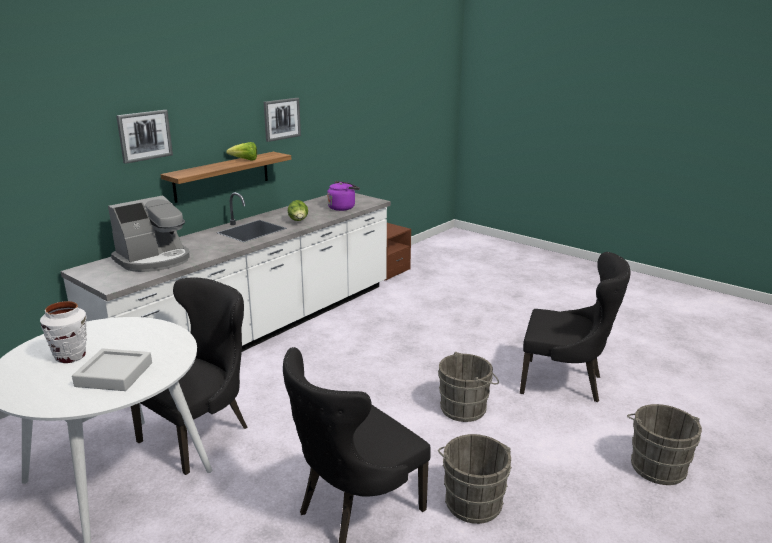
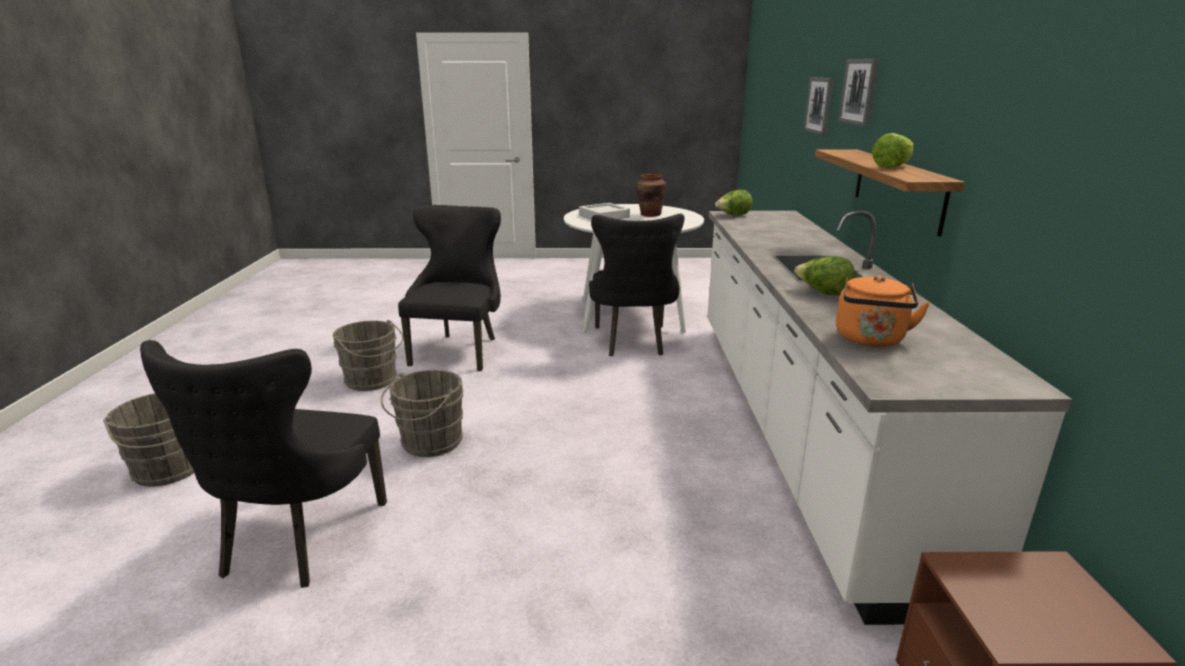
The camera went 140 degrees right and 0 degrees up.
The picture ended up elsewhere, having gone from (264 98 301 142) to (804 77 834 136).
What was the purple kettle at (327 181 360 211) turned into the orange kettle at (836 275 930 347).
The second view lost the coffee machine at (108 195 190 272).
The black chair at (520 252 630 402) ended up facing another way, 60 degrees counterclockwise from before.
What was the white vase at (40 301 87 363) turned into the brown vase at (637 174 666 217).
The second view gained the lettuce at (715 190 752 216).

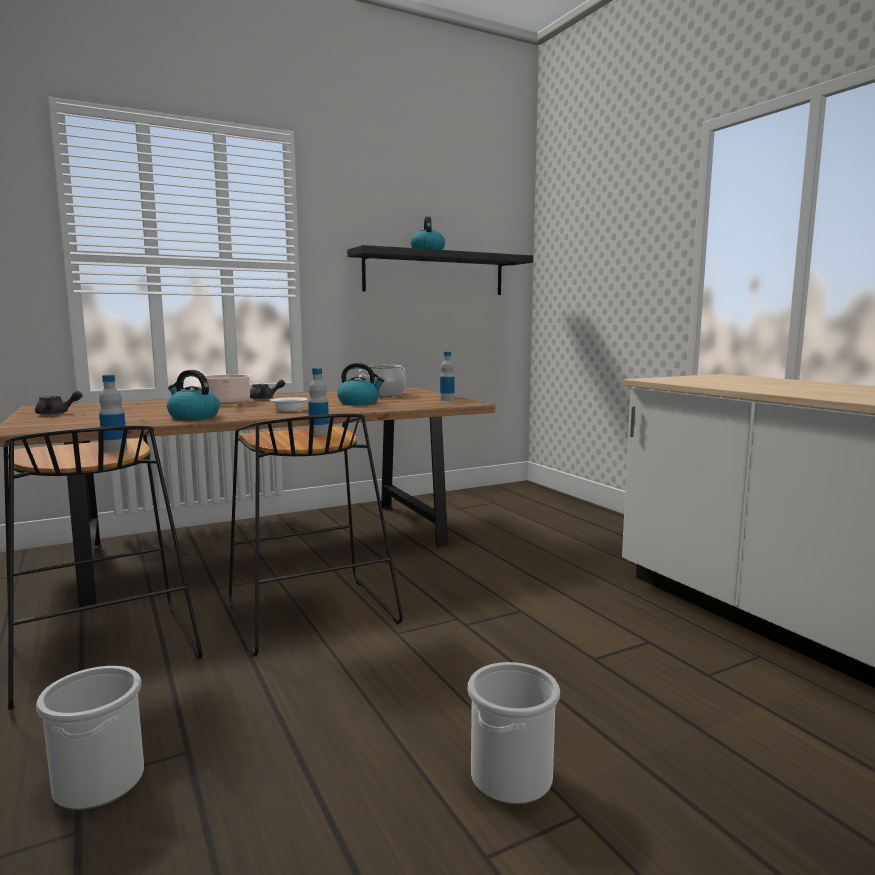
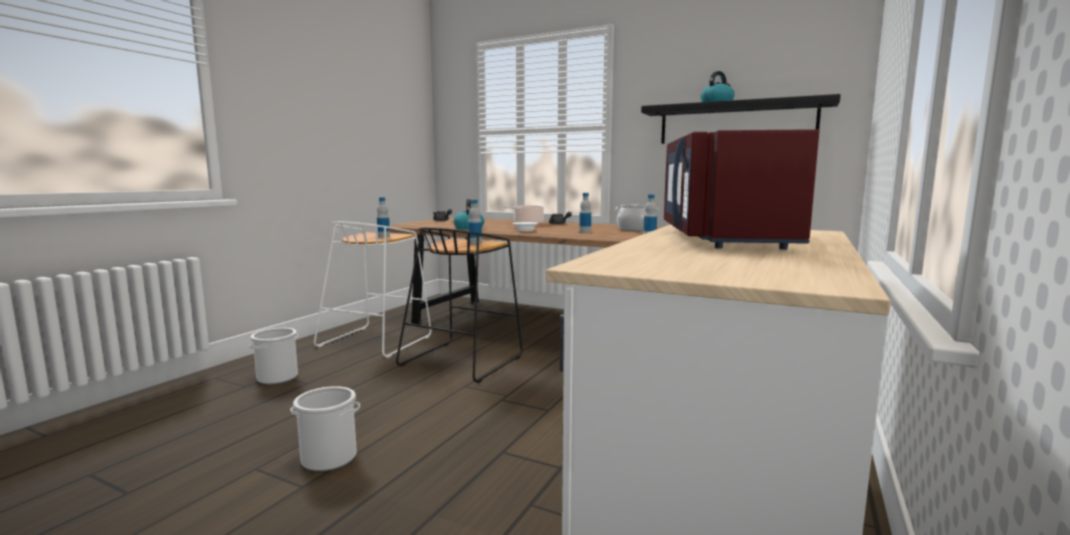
The camera went 55 degrees right and 0 degrees up.
Where the kettle stood at (337 363 385 405), the bottle came to stand at (579 193 591 233).
What was the black stool at (4 426 202 710) turned into the white stool at (314 222 431 358).
The second view gained the red microwave at (664 129 819 250).

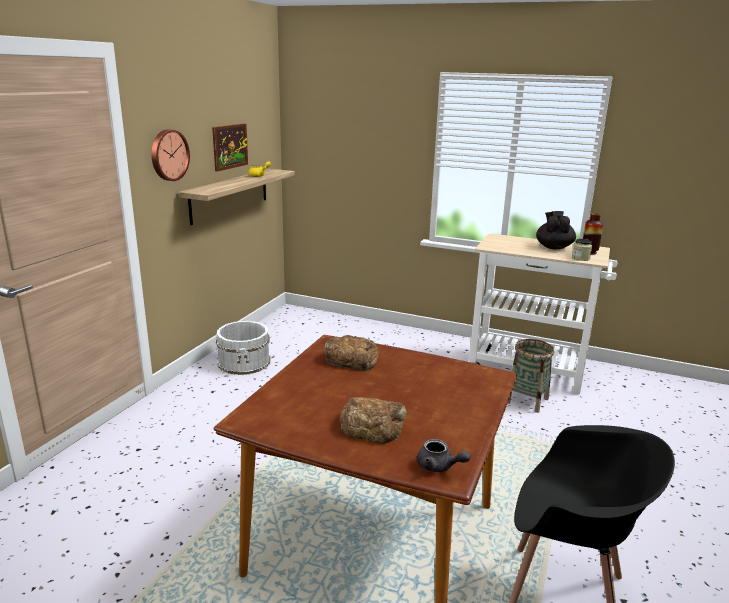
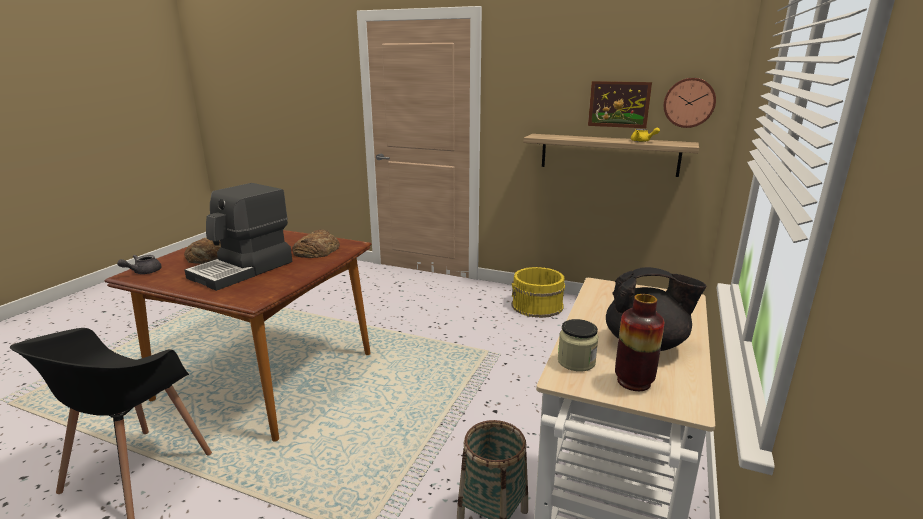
The camera went 90 degrees right and 0 degrees up.
The wall clock ended up elsewhere, having gone from (151 129 190 181) to (664 78 716 128).
What was the white bucket at (216 321 271 375) turned into the yellow bucket at (511 267 565 318).
The second view gained the coffee machine at (185 183 292 291).

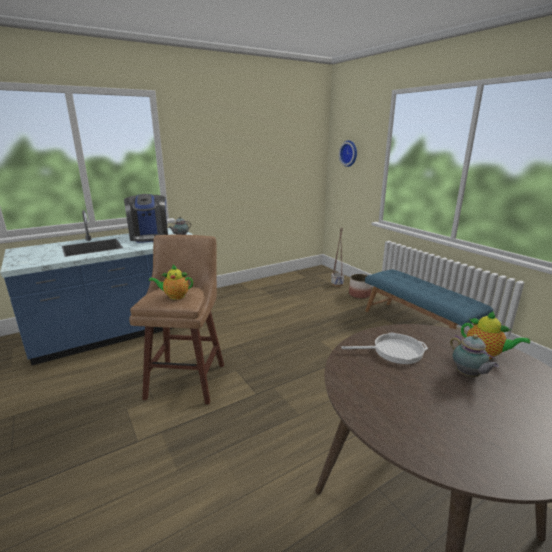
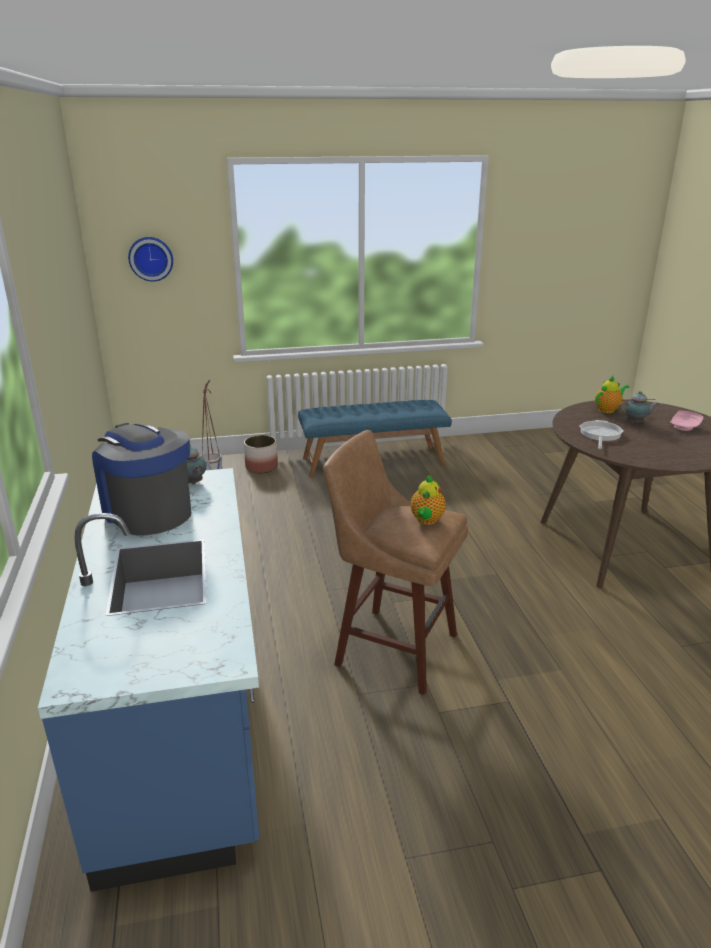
The camera went 70 degrees left and 5 degrees up.
The coffee machine at (124 194 168 243) ended up facing another way, 135 degrees counterclockwise from before.
The second view gained the pink plate at (670 410 703 431).

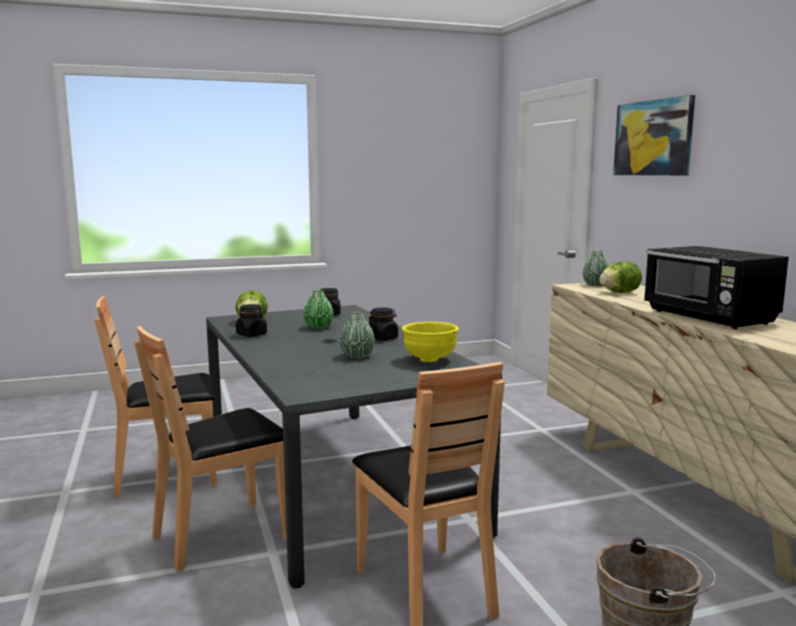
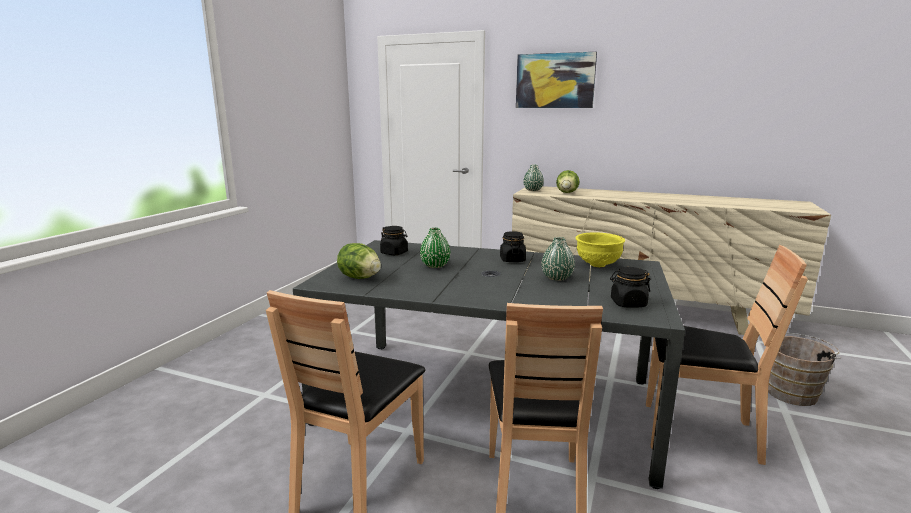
The camera went 50 degrees left and 5 degrees up.
The second view lost the black microwave at (644 246 789 329).
The black jar ended up elsewhere, having gone from (236 304 267 337) to (610 267 650 308).

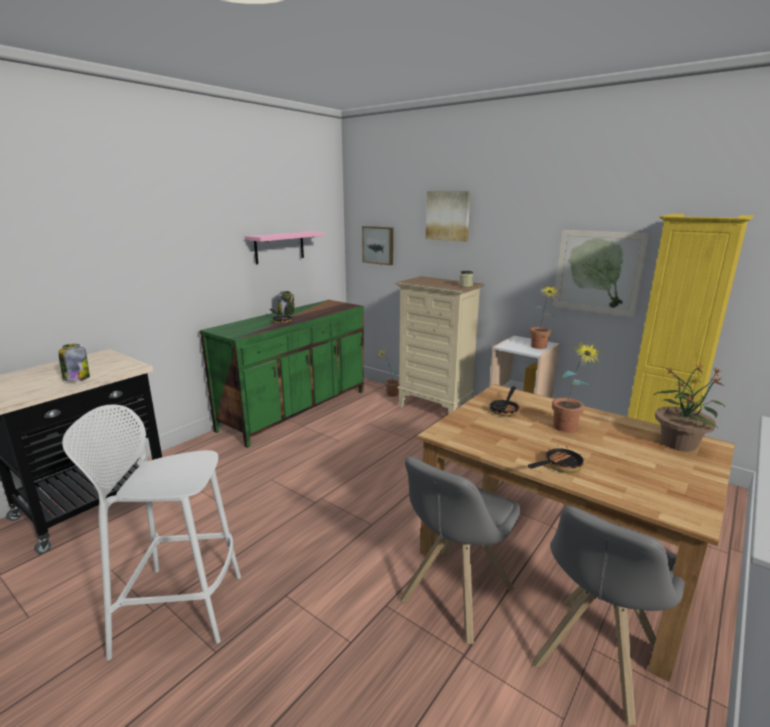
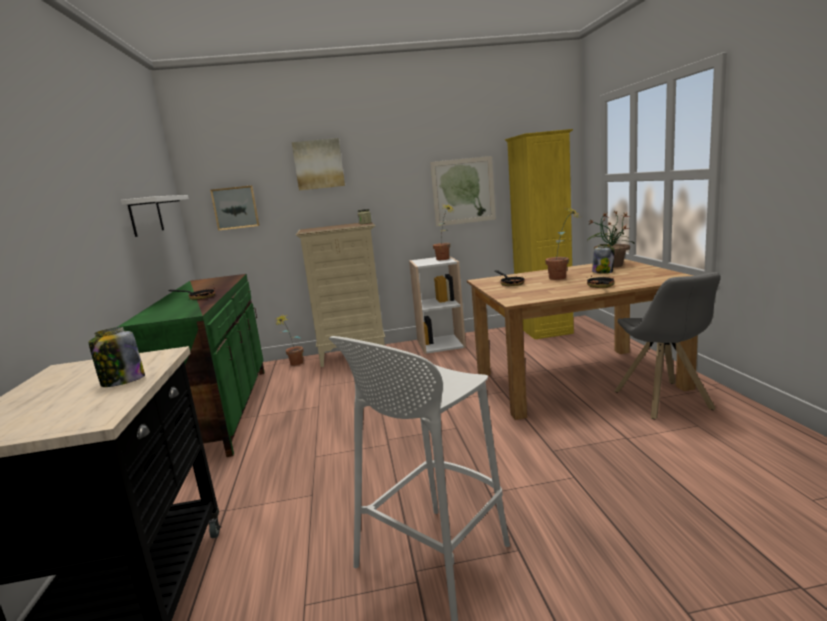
The camera went 45 degrees left and 5 degrees down.
What was the pink shelf at (245 231 325 264) turned into the white shelf at (121 195 189 237).
The jar ended up elsewhere, having gone from (277 291 294 315) to (592 244 615 274).
The second view lost the grey chair at (400 456 520 645).

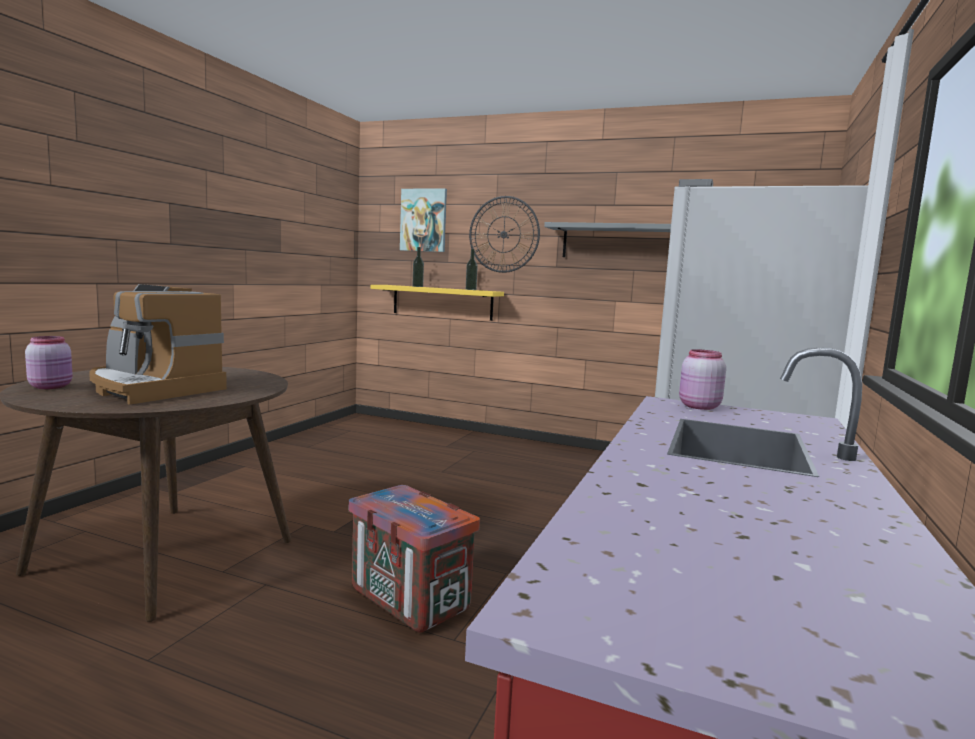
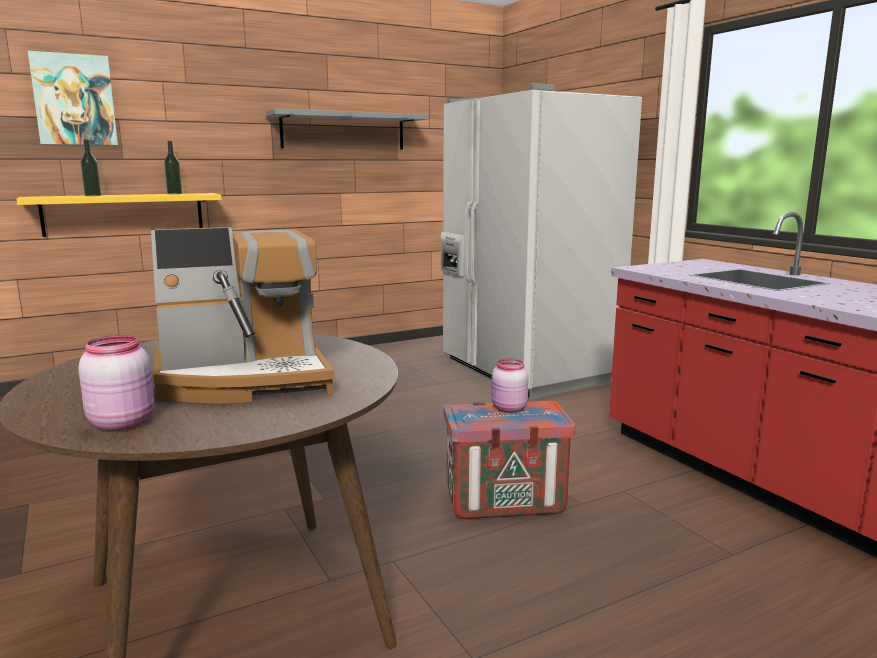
The camera went 50 degrees left and 5 degrees up.
The second view lost the wall clock at (469 196 540 273).
The pink jar ended up elsewhere, having gone from (679 349 726 410) to (491 359 529 413).

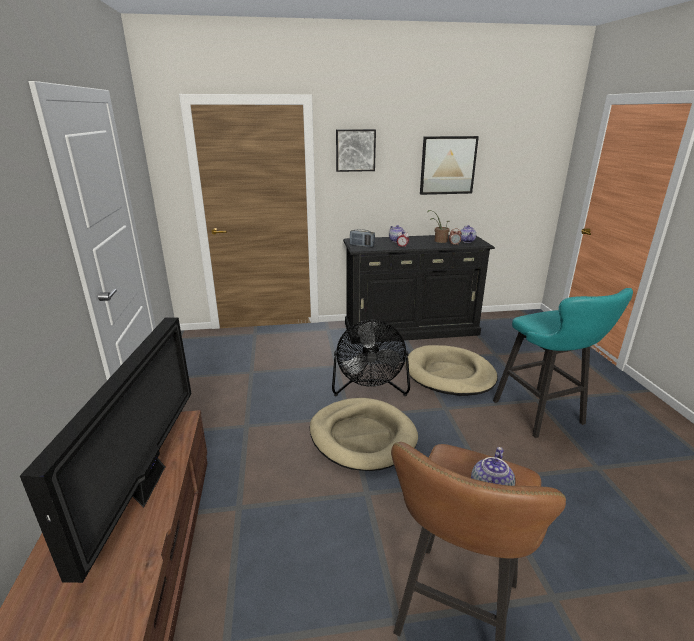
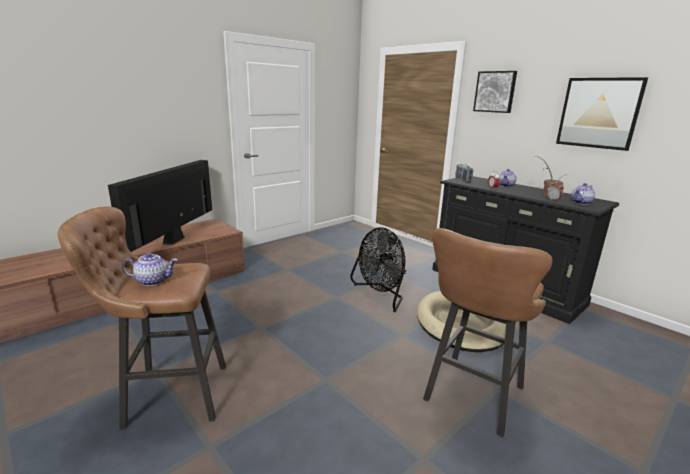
The camera went 55 degrees right and 5 degrees down.
What was the turquoise stool at (493 288 633 438) turned into the brown stool at (423 228 553 438).
The television at (20 317 192 583) ended up facing another way, 135 degrees clockwise from before.
The second view lost the beige dog bed at (309 398 418 471).

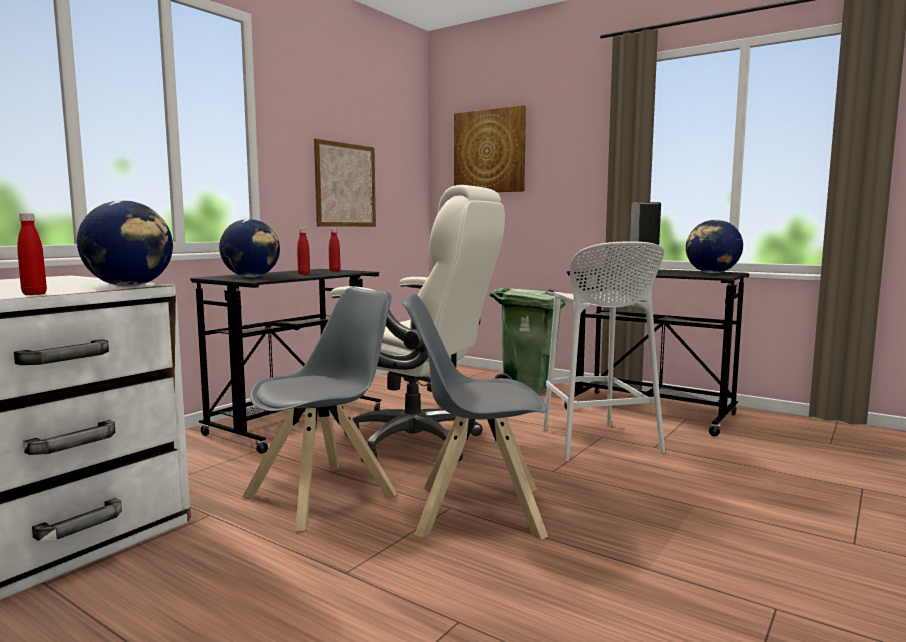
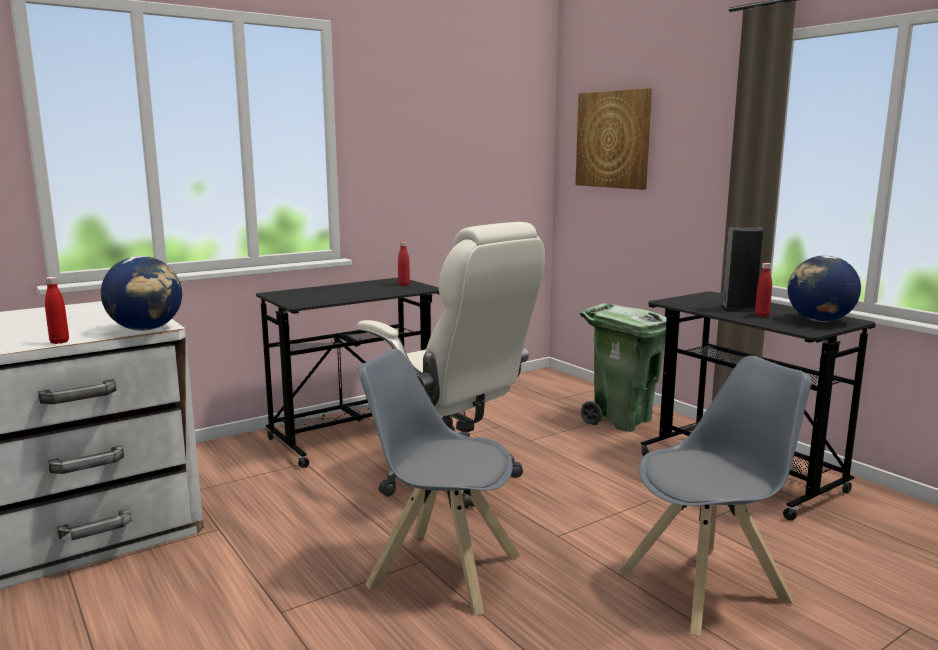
The camera went 20 degrees right and 5 degrees up.
The second view lost the picture at (314 139 376 227).
The second view lost the globe at (219 219 280 277).
The red bottle ended up elsewhere, having gone from (297 229 310 274) to (755 263 772 317).
The second view lost the white stool at (543 242 665 461).
The grey chair ended up elsewhere, having gone from (242 287 397 531) to (618 356 811 636).

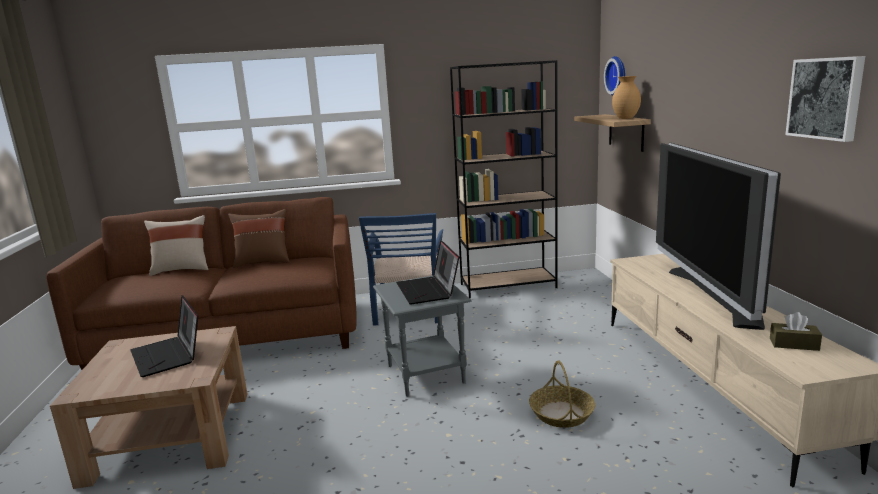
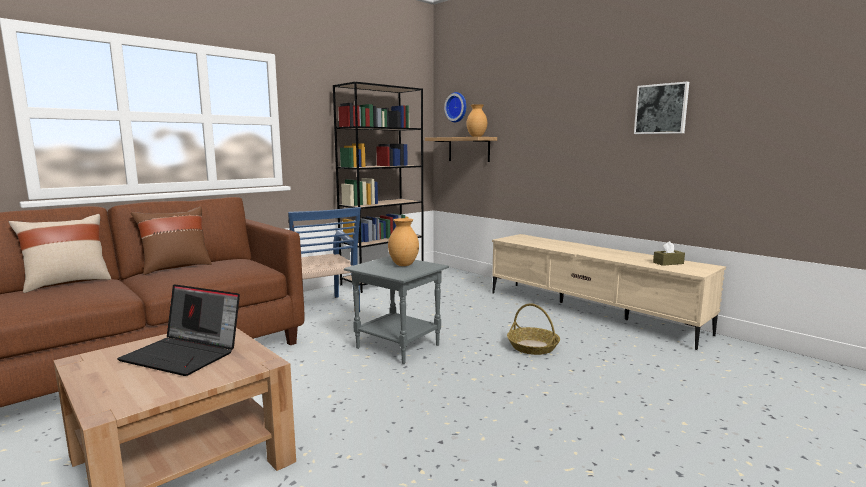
The camera went 35 degrees left and 5 degrees down.
The second view lost the television at (656 143 781 330).
Where the laptop stood at (396 240 459 305), the brown vase came to stand at (388 218 419 266).

